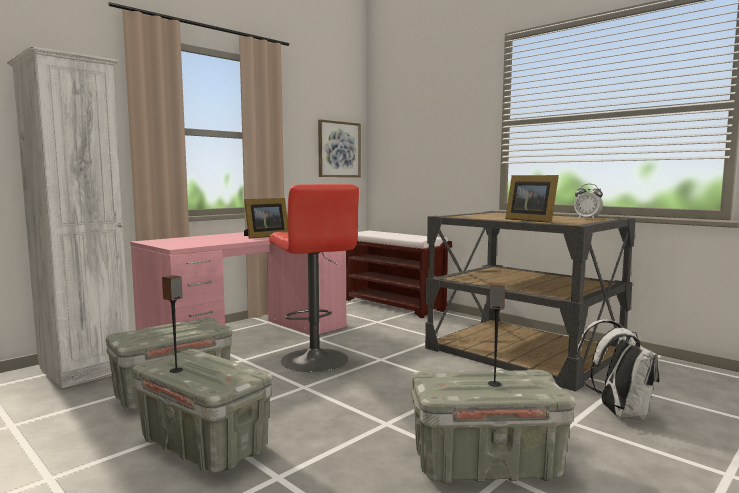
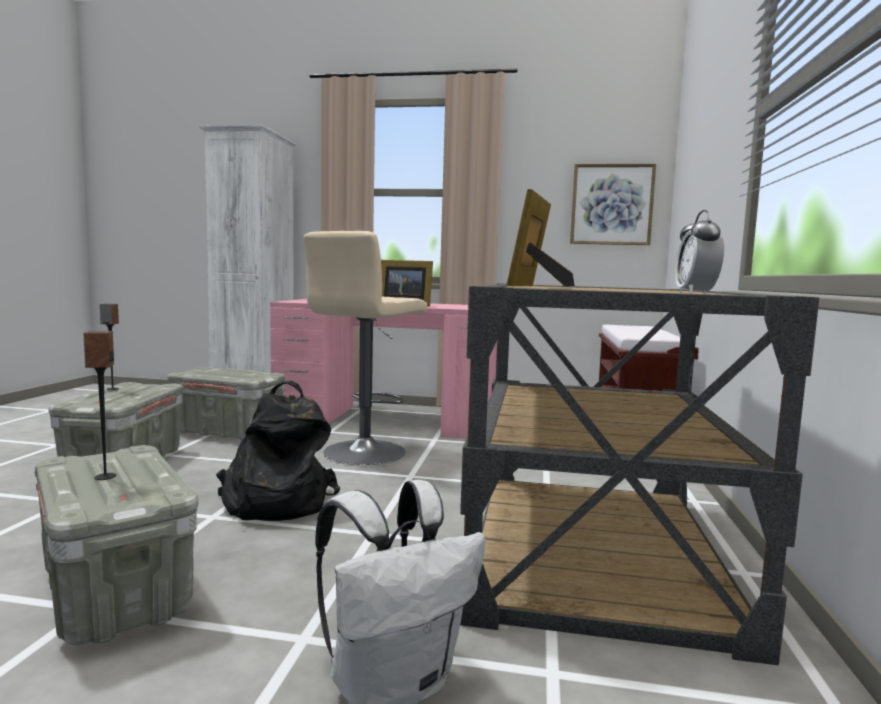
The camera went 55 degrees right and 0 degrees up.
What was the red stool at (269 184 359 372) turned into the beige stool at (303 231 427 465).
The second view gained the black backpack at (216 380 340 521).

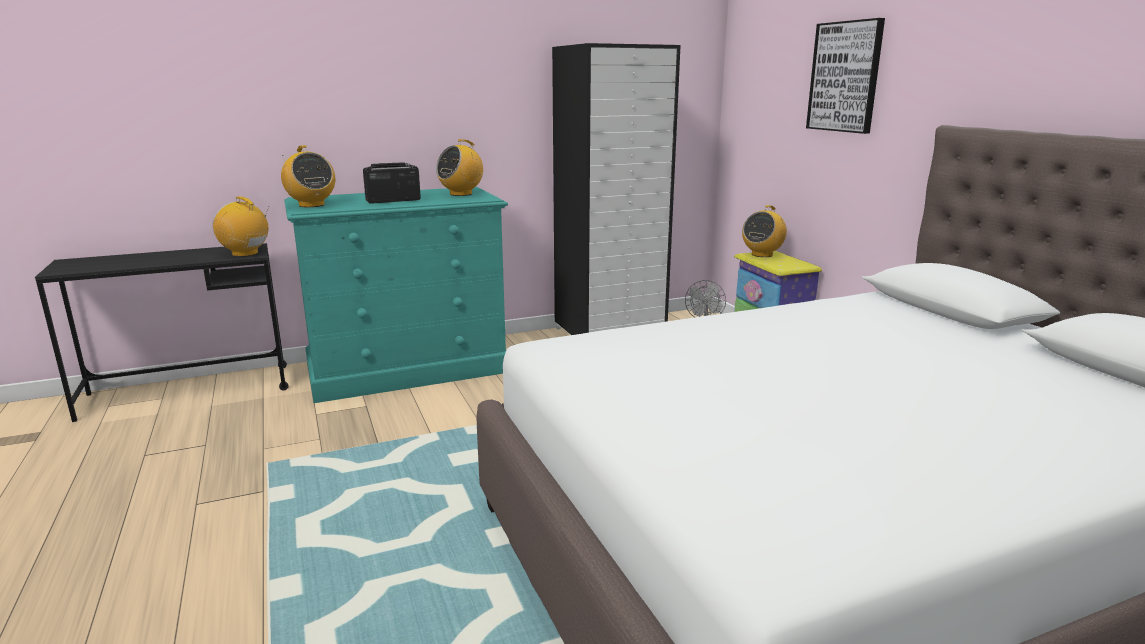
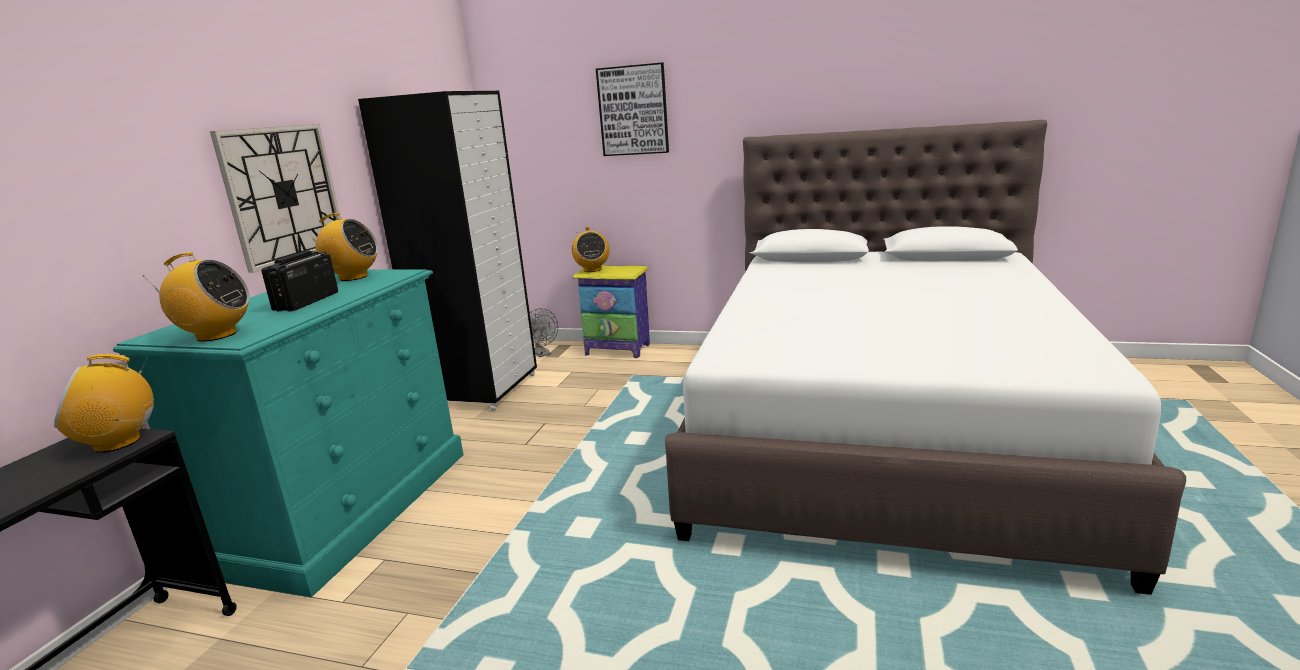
The camera went 50 degrees left and 0 degrees up.
The radio at (436 139 483 196) ended up facing another way, 75 degrees counterclockwise from before.
The second view gained the wall clock at (210 124 341 273).

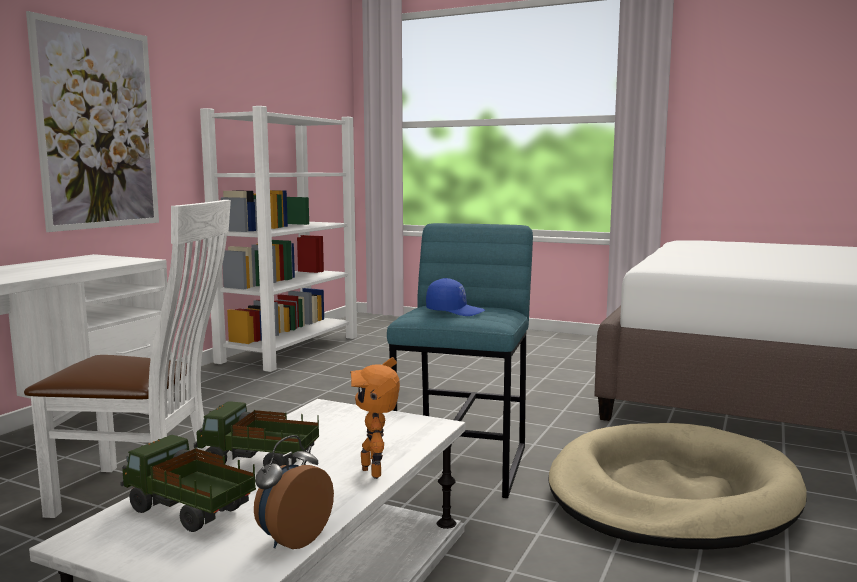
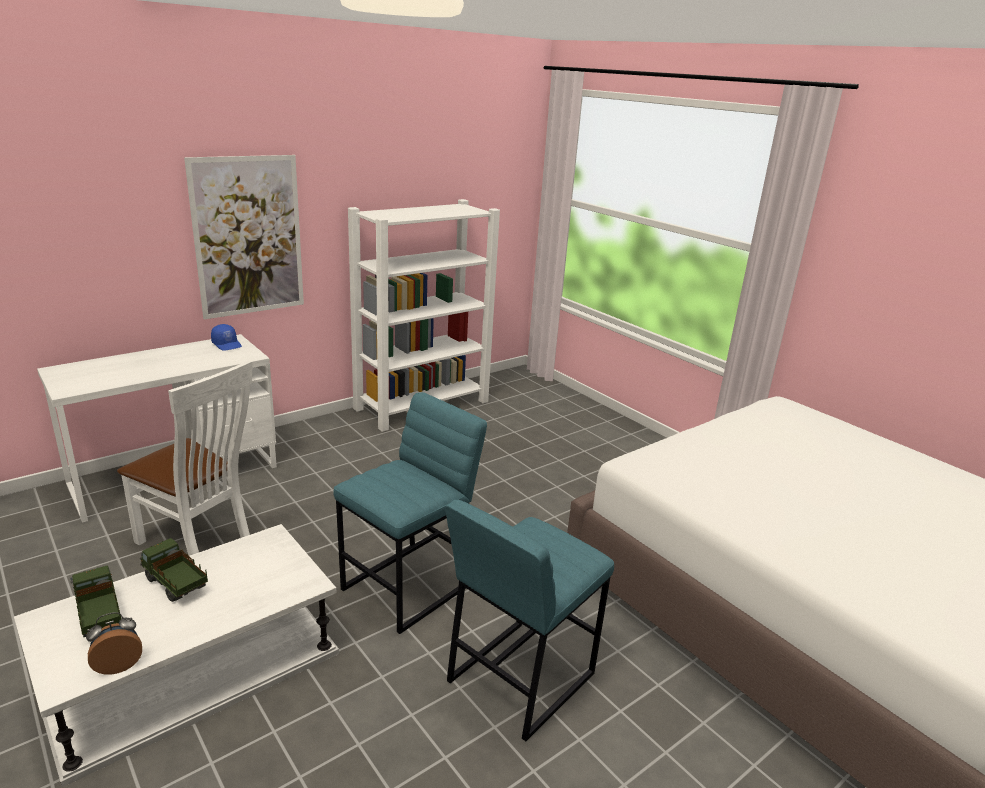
The camera went 25 degrees right and 15 degrees up.
The blue cap ended up elsewhere, having gone from (426 278 485 316) to (211 324 242 351).
The second view lost the toy robot at (350 357 400 479).
Where the beige dog bed stood at (548 423 807 549), the blue stool came to stand at (445 500 614 741).

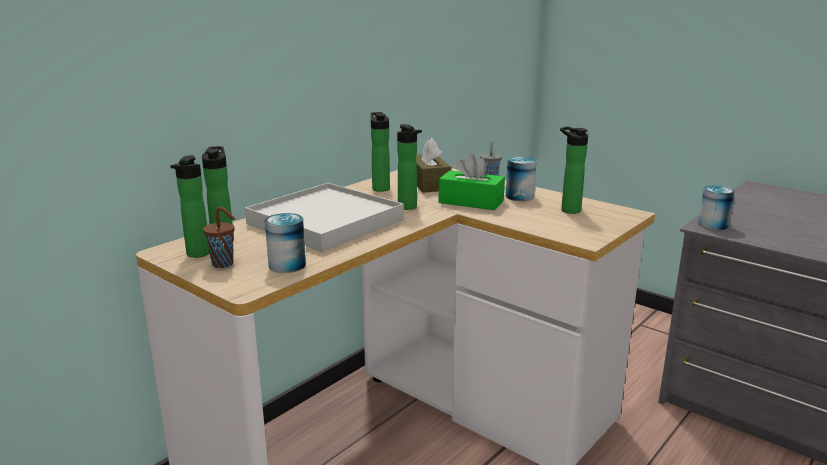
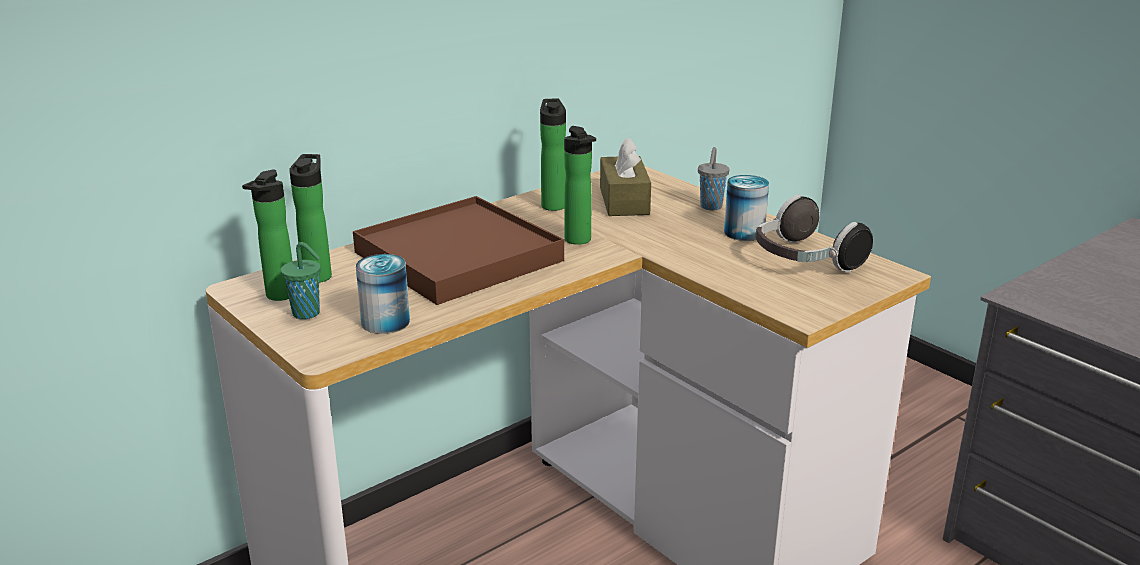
The camera went 10 degrees right and 5 degrees up.
Where the bottle stood at (560 127 588 214), the headphones came to stand at (755 195 873 273).
The second view lost the green tissue box at (439 153 505 210).
What was the white tray at (245 183 404 252) turned into the brown tray at (353 196 564 305).
The second view lost the can at (698 185 735 230).
What was the brown cup at (203 207 235 268) turned into the green cup at (281 242 321 319).

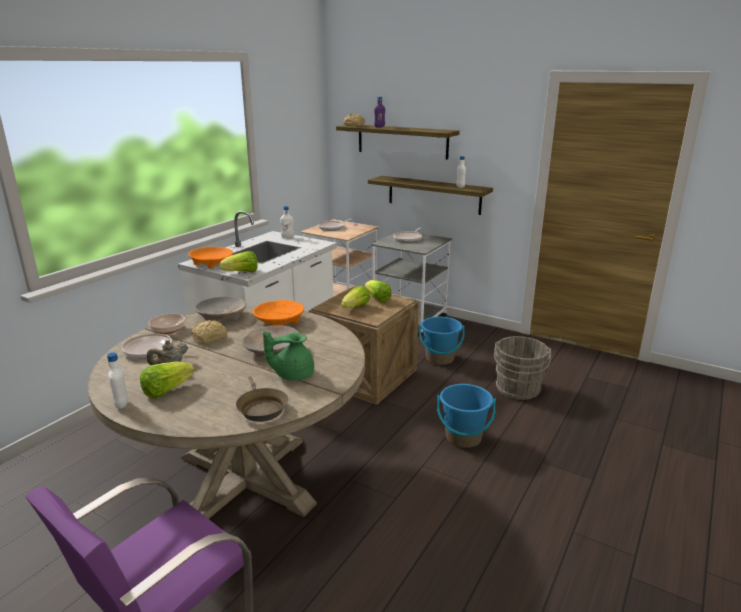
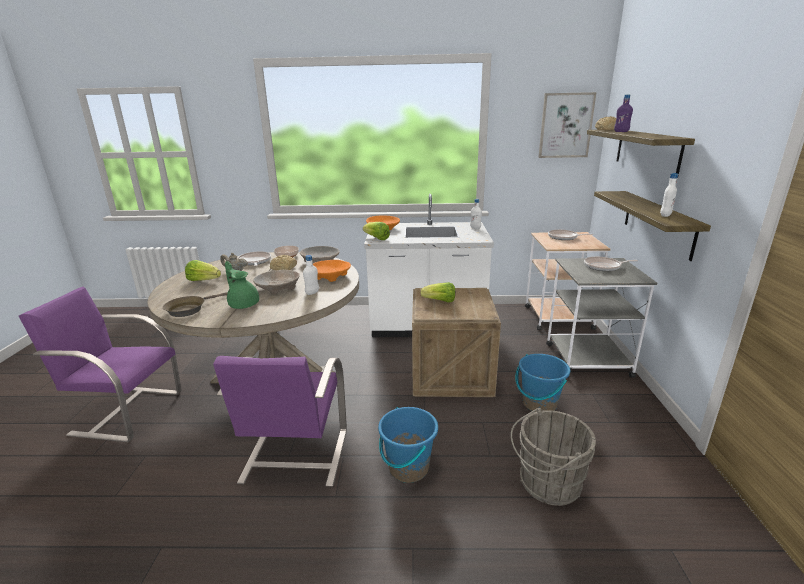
The camera went 60 degrees right and 0 degrees up.
The second view lost the lettuce at (365 280 392 302).
The white bottle ended up elsewhere, having gone from (107 352 128 409) to (303 255 319 295).
The second view gained the picture at (538 92 597 158).
The second view gained the purple chair at (213 356 347 487).

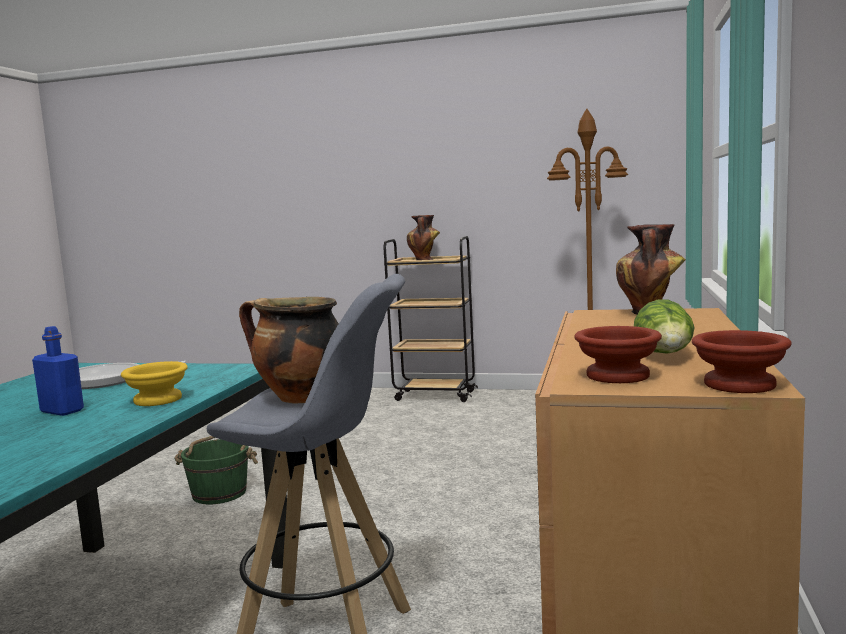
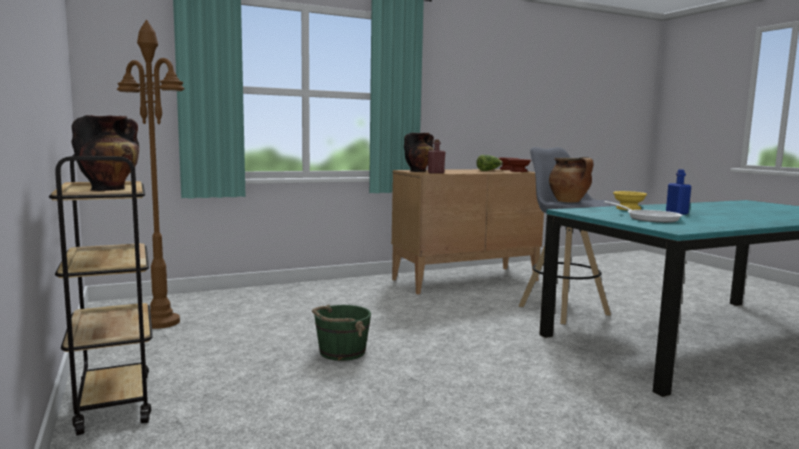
The camera went 130 degrees left and 0 degrees up.
The green bucket ended up elsewhere, having gone from (174 436 258 504) to (312 305 371 361).
The second view gained the red bottle at (428 139 445 174).

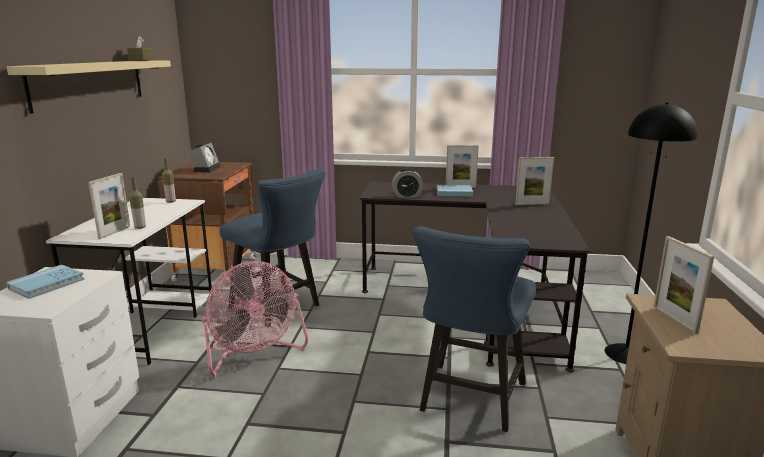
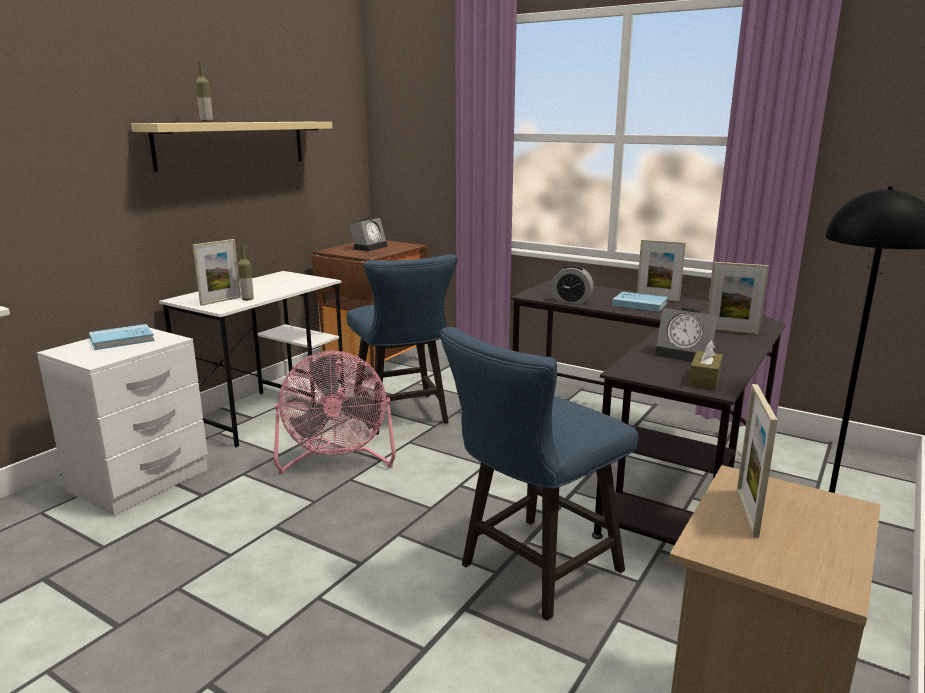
The camera went 25 degrees right and 0 degrees up.
The brown tissue box ended up elsewhere, having gone from (127 36 154 61) to (688 340 723 389).
The bottle ended up elsewhere, having gone from (162 158 176 203) to (195 61 213 123).
The second view gained the alarm clock at (655 307 718 362).

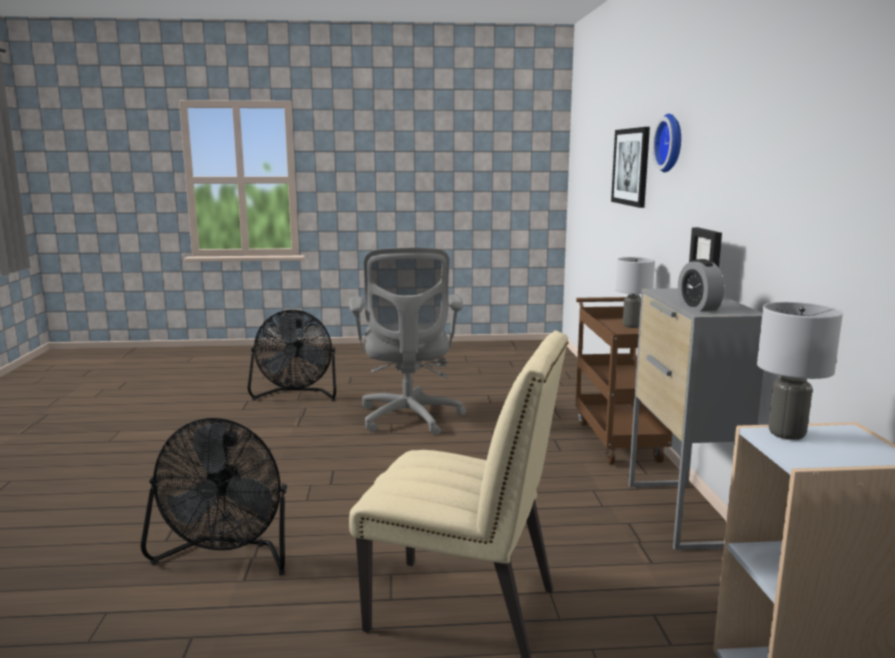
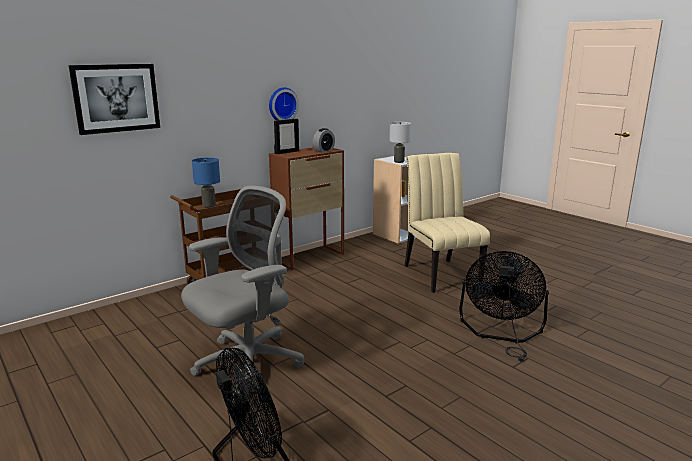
The camera went 125 degrees left and 5 degrees up.
The wall clock ended up elsewhere, having gone from (652 114 681 172) to (269 87 299 120).
What was the white table lamp at (616 257 655 328) turned into the blue table lamp at (192 157 220 208).
What was the grey cabinet at (629 288 764 550) turned into the brown cabinet at (269 147 344 270).
The black fan at (141 418 287 576) ended up facing another way, 45 degrees counterclockwise from before.

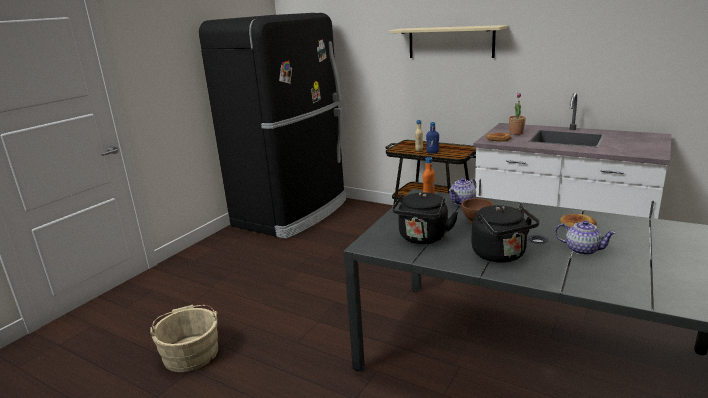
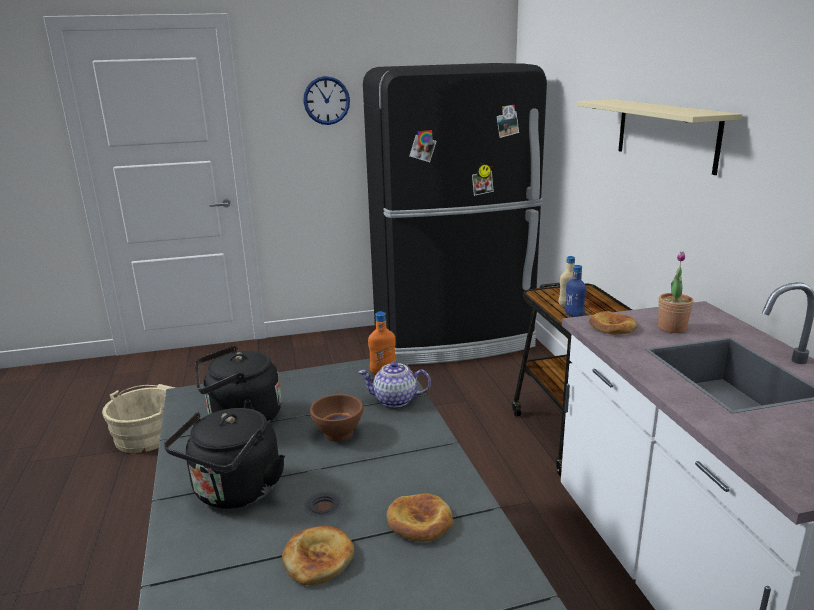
The camera went 45 degrees right and 0 degrees up.
Where the teapot stood at (555 220 616 255), the bread came to stand at (282 526 354 586).
The second view gained the wall clock at (303 76 350 125).

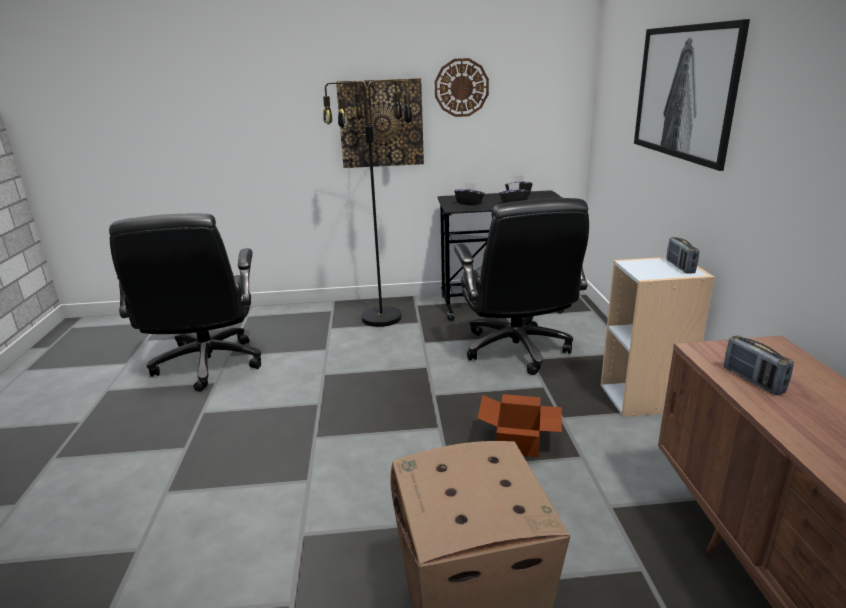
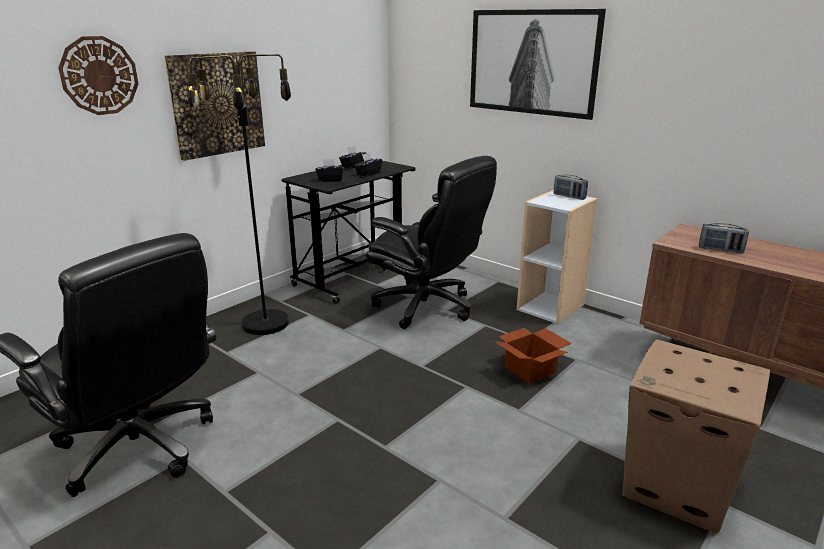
The camera went 45 degrees left and 0 degrees up.
The wall clock ended up elsewhere, having gone from (435 58 489 117) to (58 36 139 115).

